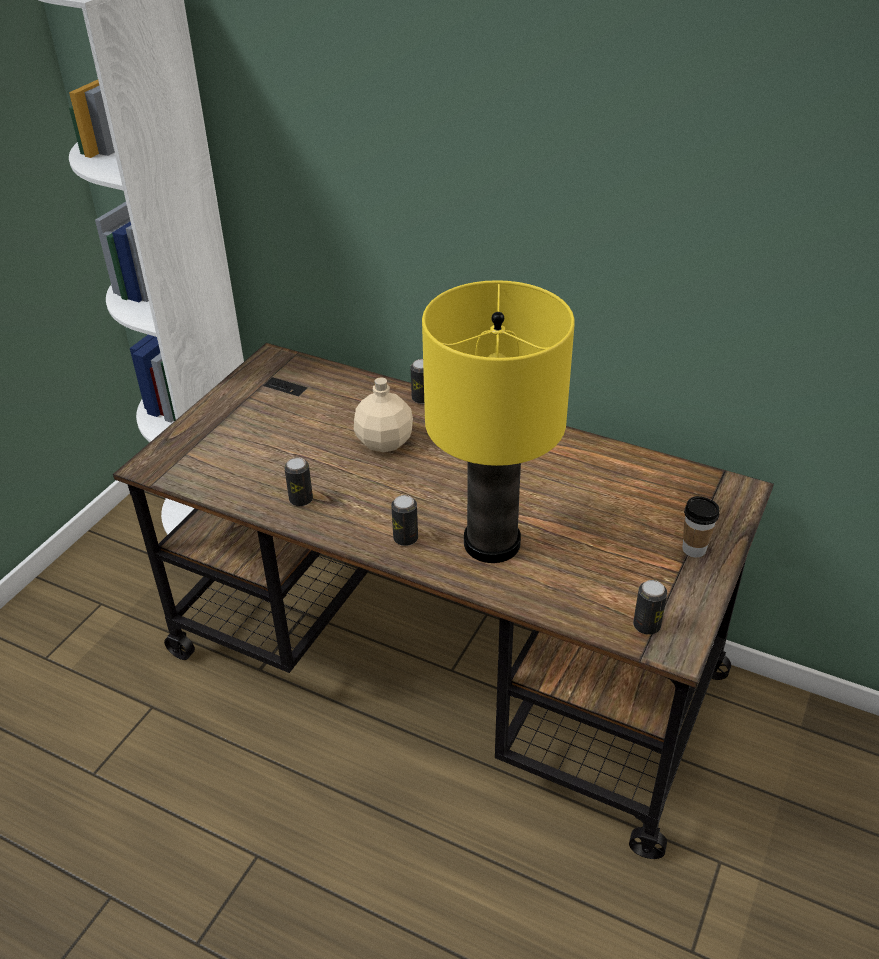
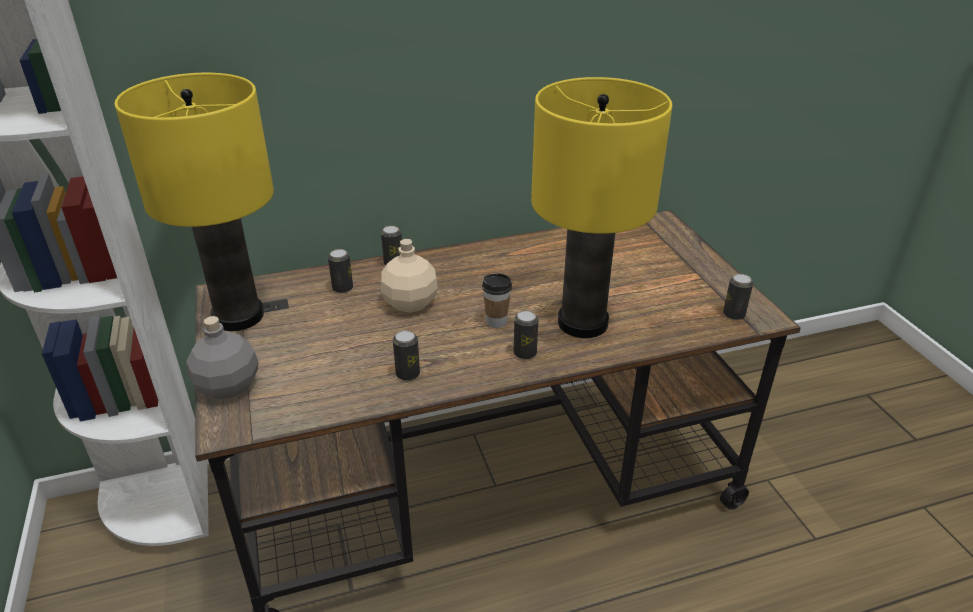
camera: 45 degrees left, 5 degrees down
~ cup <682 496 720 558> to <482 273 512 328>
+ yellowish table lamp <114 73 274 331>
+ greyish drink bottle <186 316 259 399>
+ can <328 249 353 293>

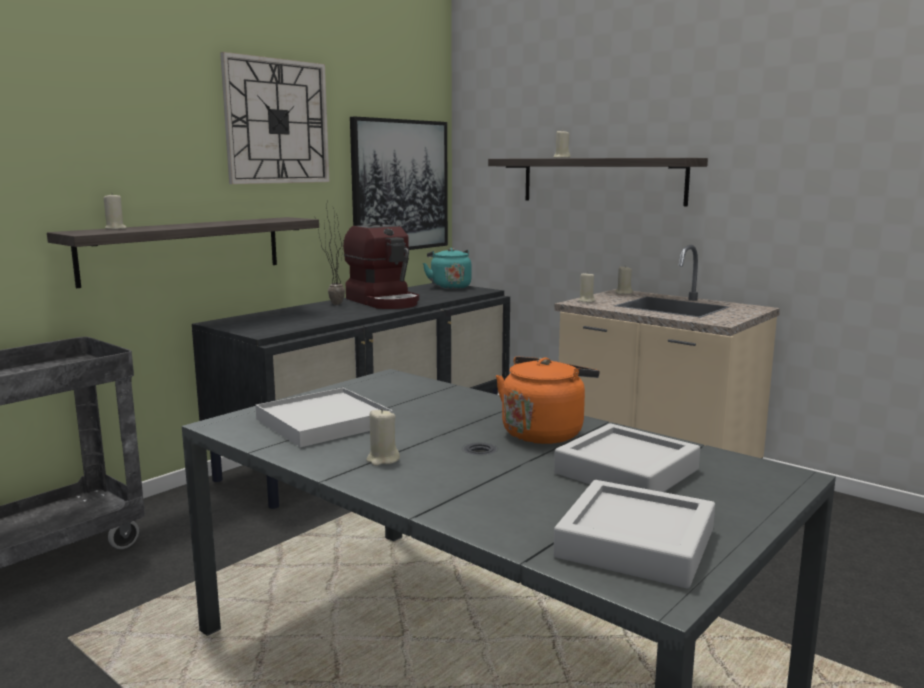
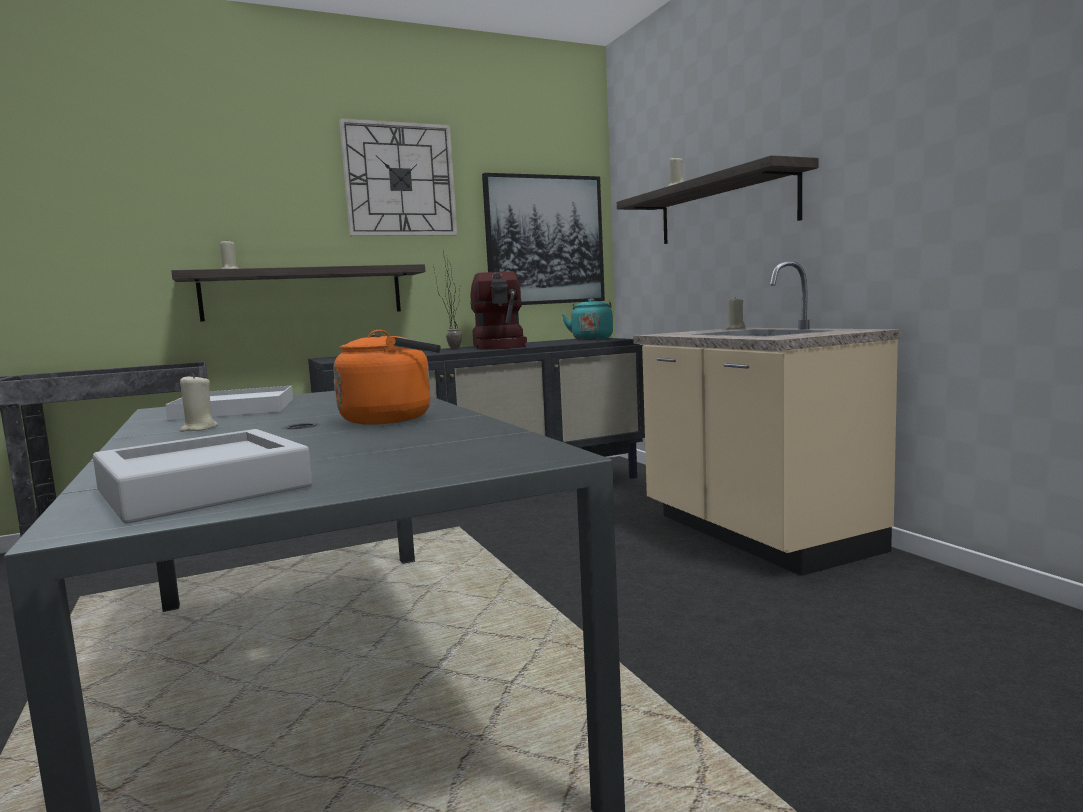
camera: 25 degrees right, 5 degrees down
- greyish carrying tray <554 423 700 492>
- beige-coloured wax candle <578 271 595 303>

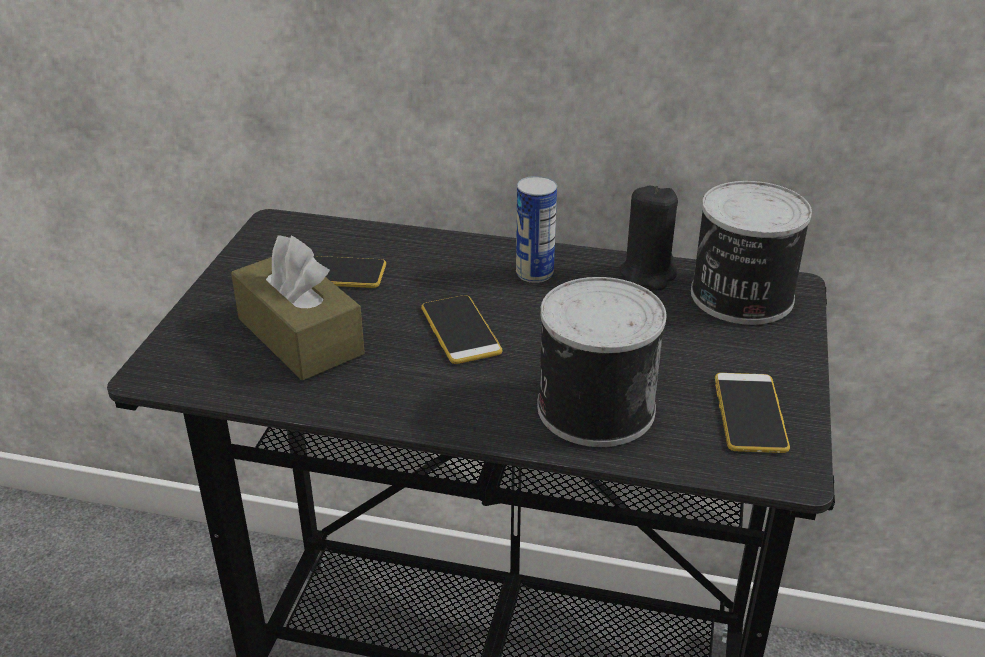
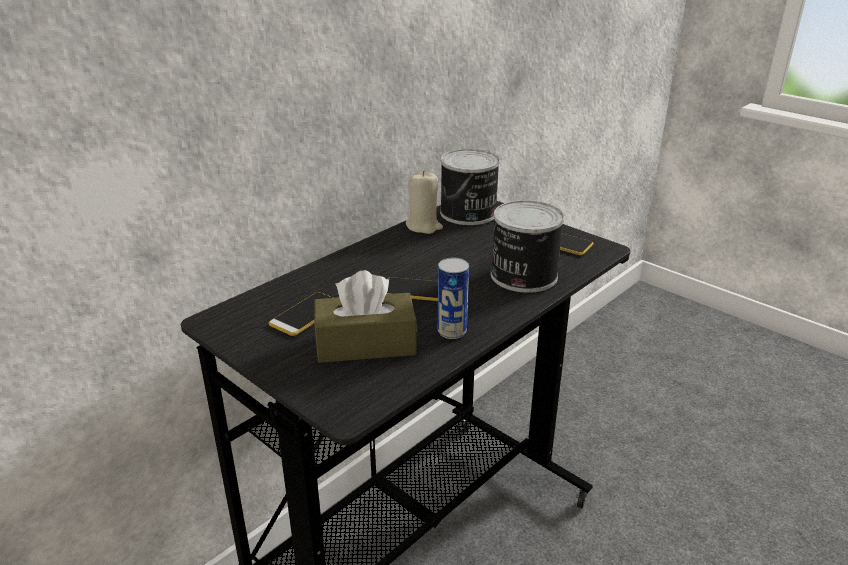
camera: 60 degrees left, 5 degrees down
~ can <516 176 557 283> to <438 258 469 339>
~ blackish wax candle <620 185 678 290> to beige-coloured wax candle <406 171 443 234>

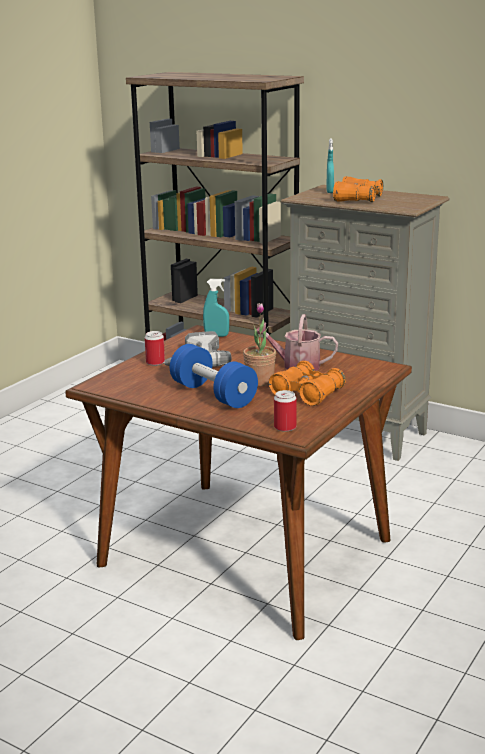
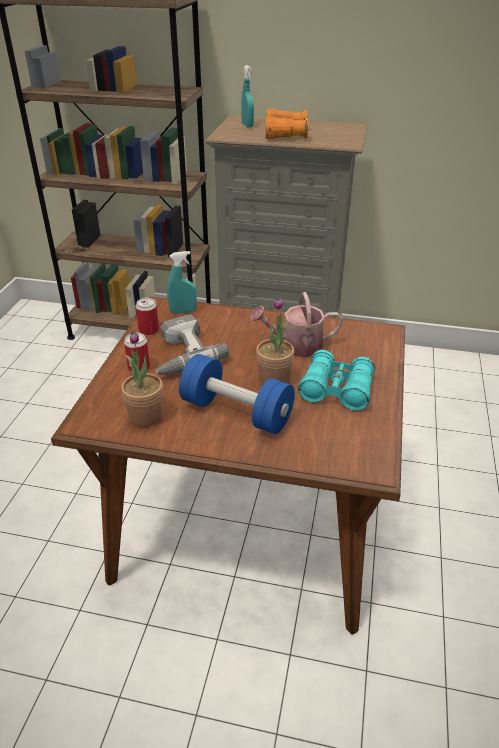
camera: 20 degrees left, 15 degrees up
~ orange-coloured binoculars <269 361 346 406> to turquoise binoculars <298 350 375 411>
~ can <274 390 297 432> to <136 298 159 335>
+ plant in a pot <121 331 163 427>

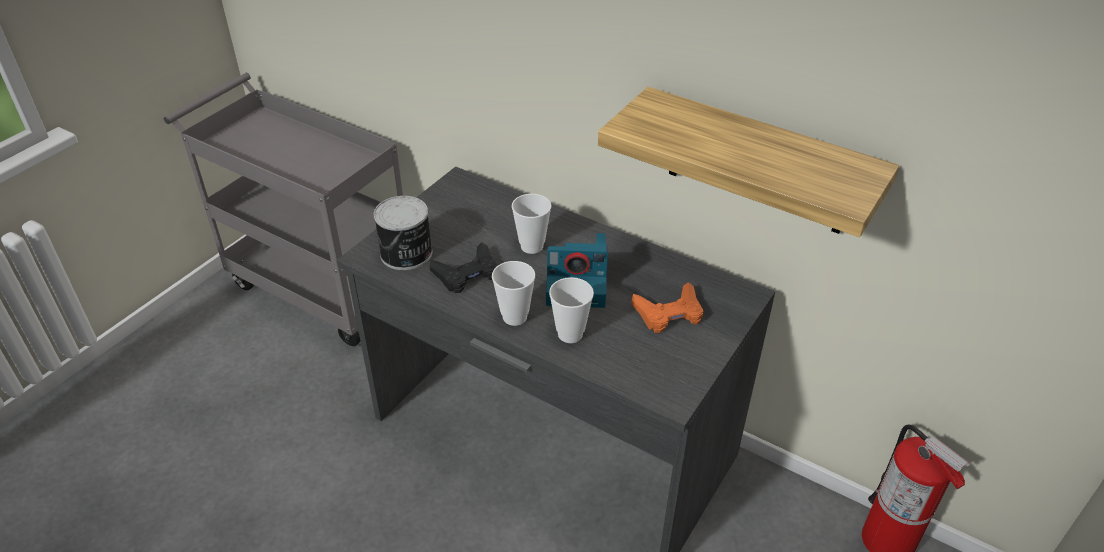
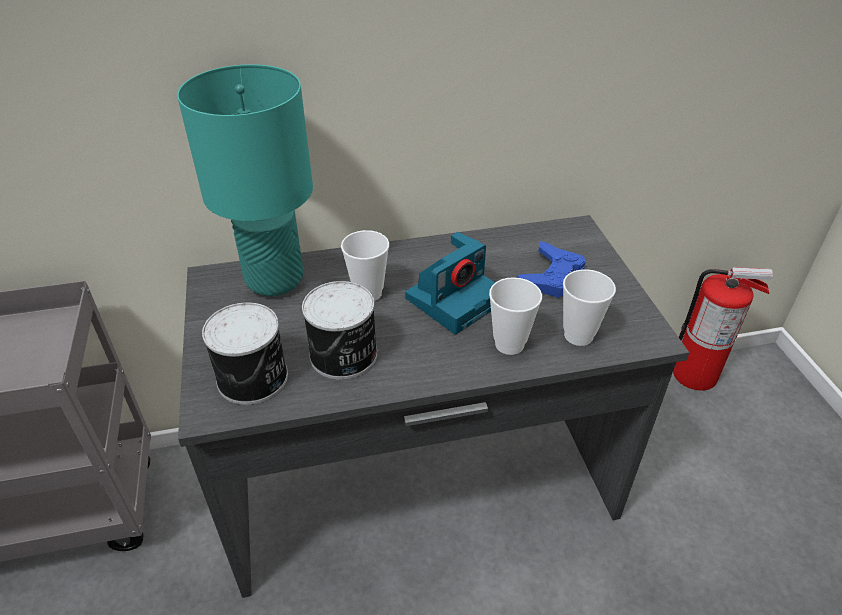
camera: 45 degrees left, 0 degrees up
~ blackish gamepad <430 242 498 293> to can <302 281 377 380>
~ cup <492 261 535 326> to <563 269 616 346>
- shelf <598 87 900 237>
~ orange-coloured gamepad <631 282 703 333> to blue-coloured gamepad <517 241 585 298>
+ turquoise table lamp <177 64 313 296>

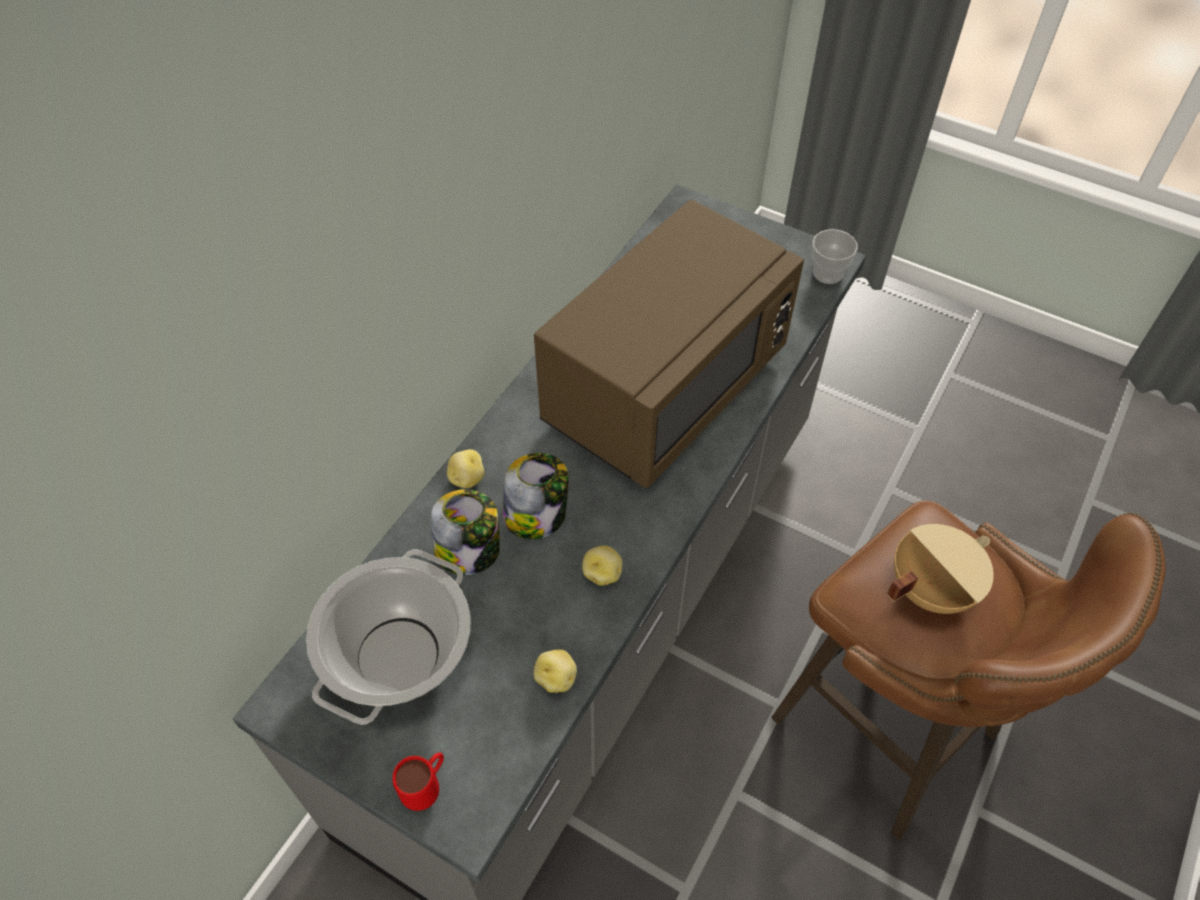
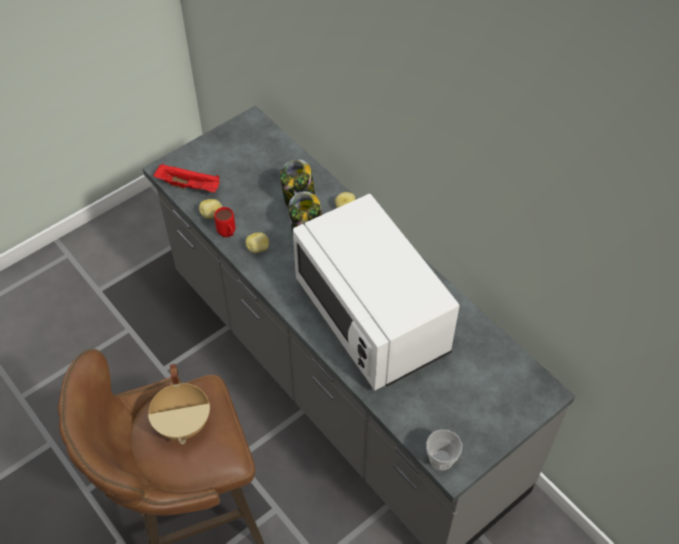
camera: 110 degrees right, 0 degrees up
- cooking pot <306 549 471 725>
~ red tea mug <392 753 444 811> to <214 207 236 237>
~ brown-coloured kitchen microwave <534 200 804 488> to white-coloured kitchen microwave <293 194 459 391>
+ red carrying tray <154 164 220 193>

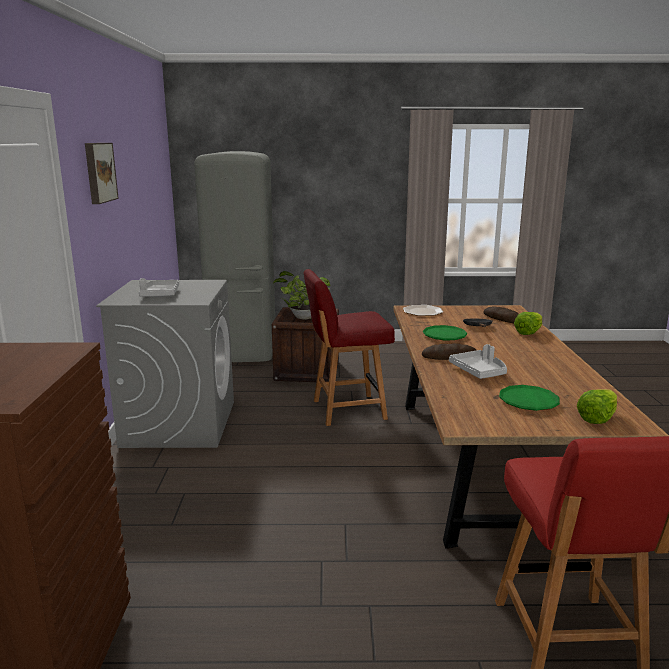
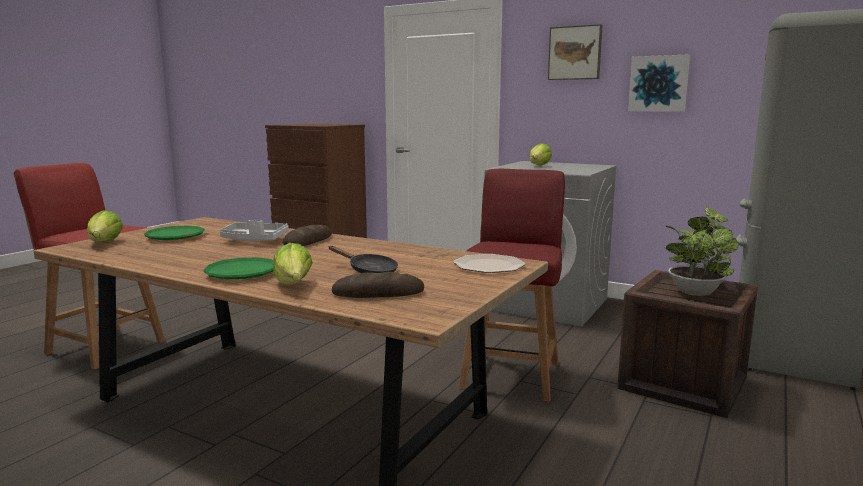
camera: 120 degrees right, 5 degrees down
~ greyish carrying tray <139 278 179 297> to lettuce <529 143 552 165>
~ green-coloured flat dish <423 325 468 341> to <203 257 274 279>
+ picture <628 54 690 112>

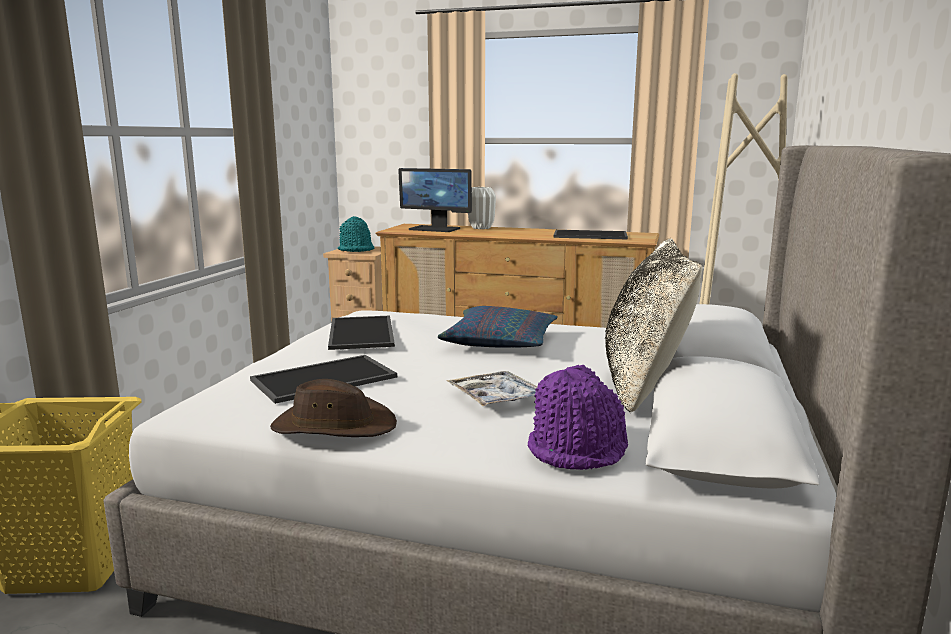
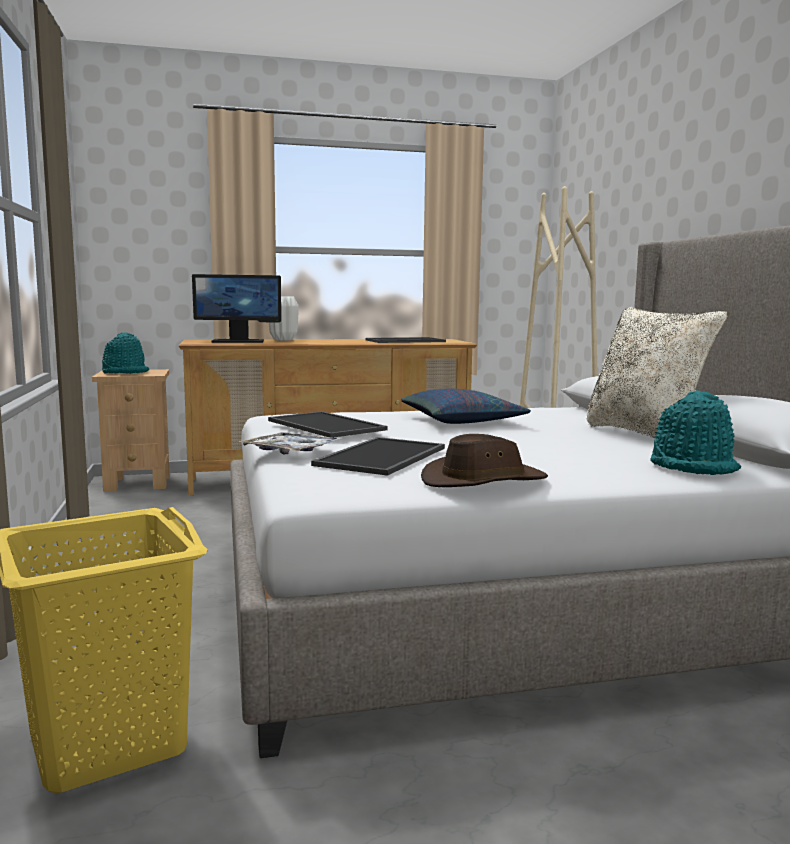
camera: 30 degrees left, 5 degrees down
~ carrying tray <447 371 538 406> to <238 432 343 455>
~ purple wearable hat <528 365 628 470> to turquoise wearable hat <650 390 741 475>

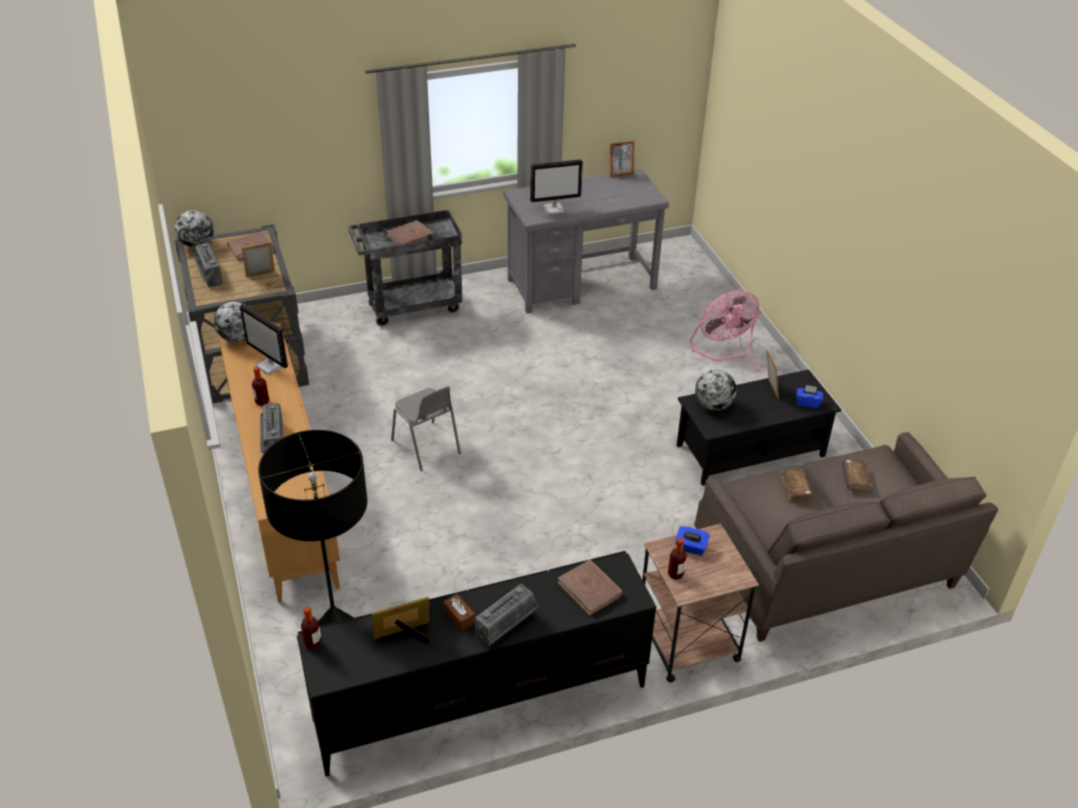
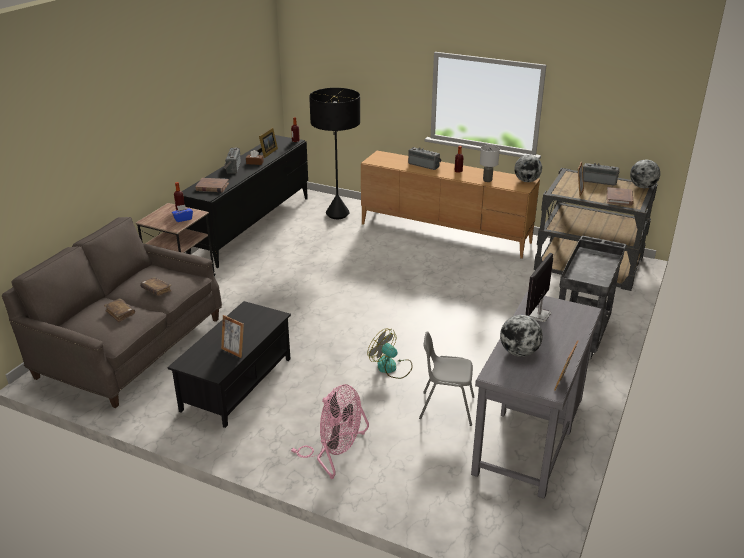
camera: 135 degrees right, 10 degrees down
~ monitor <240 304 288 375> to white-coloured table lamp <480 145 500 182>
- brown-coloured bound book <387 220 433 245>
~ greyish chair <391 386 461 471> to <419 331 474 426>
~ world globe <695 370 736 411> to <500 315 543 357>
- blue-coloured tissue box <796 385 823 408>
+ electric fan <367 329 412 379>

